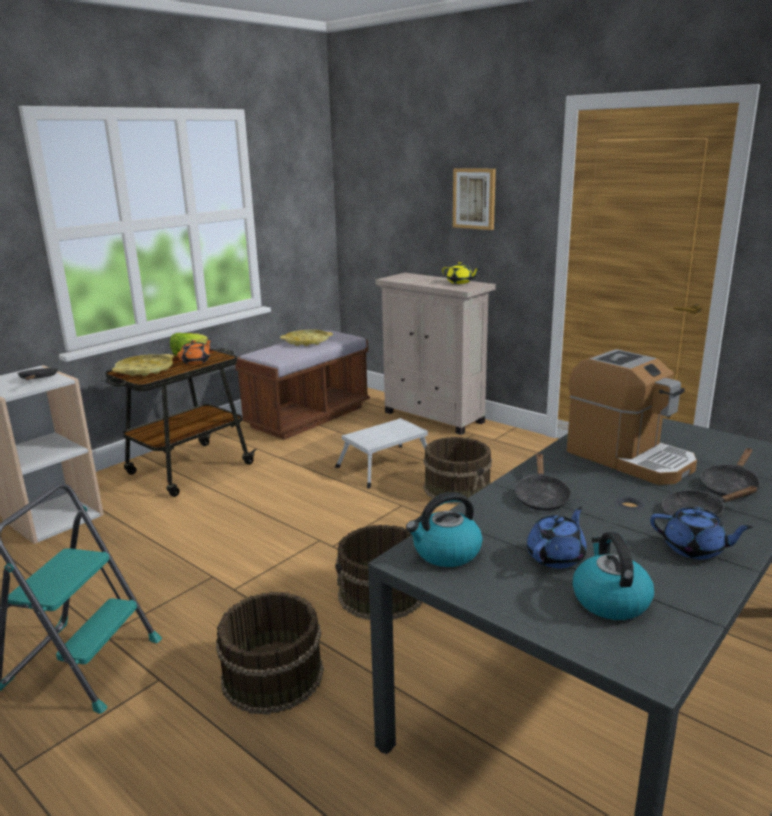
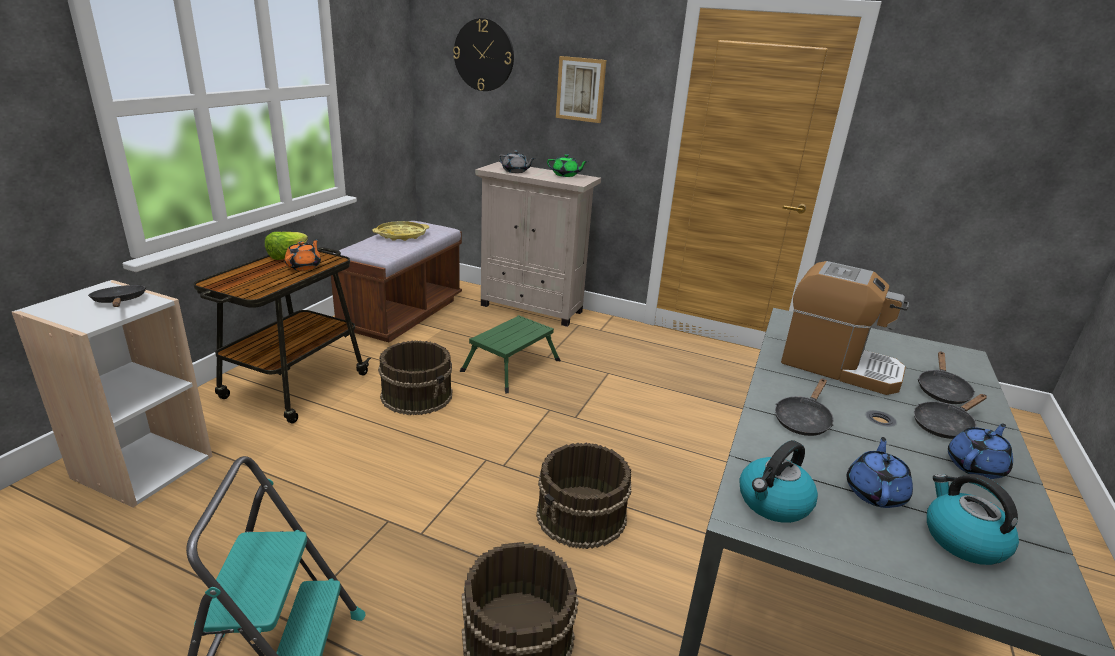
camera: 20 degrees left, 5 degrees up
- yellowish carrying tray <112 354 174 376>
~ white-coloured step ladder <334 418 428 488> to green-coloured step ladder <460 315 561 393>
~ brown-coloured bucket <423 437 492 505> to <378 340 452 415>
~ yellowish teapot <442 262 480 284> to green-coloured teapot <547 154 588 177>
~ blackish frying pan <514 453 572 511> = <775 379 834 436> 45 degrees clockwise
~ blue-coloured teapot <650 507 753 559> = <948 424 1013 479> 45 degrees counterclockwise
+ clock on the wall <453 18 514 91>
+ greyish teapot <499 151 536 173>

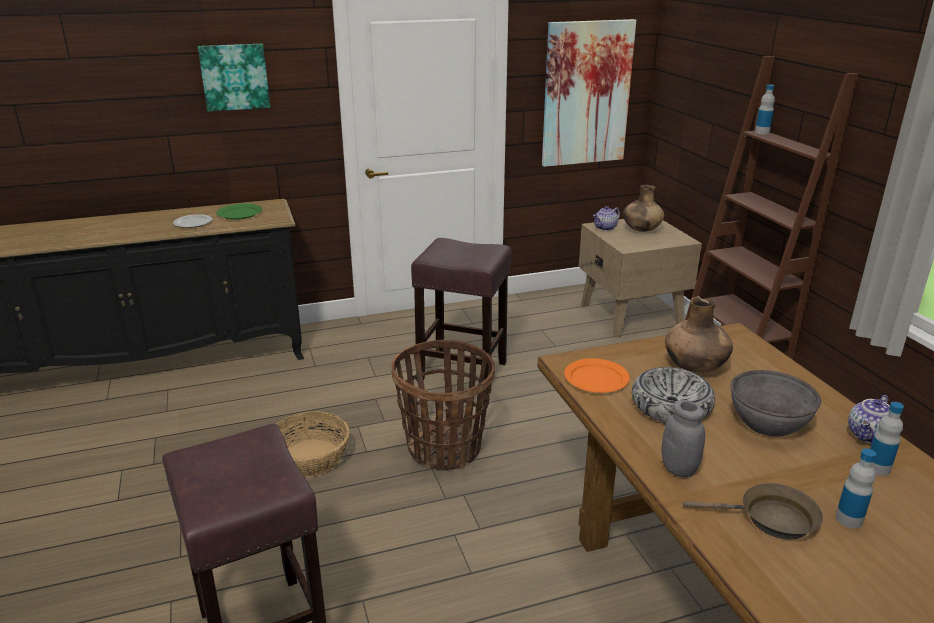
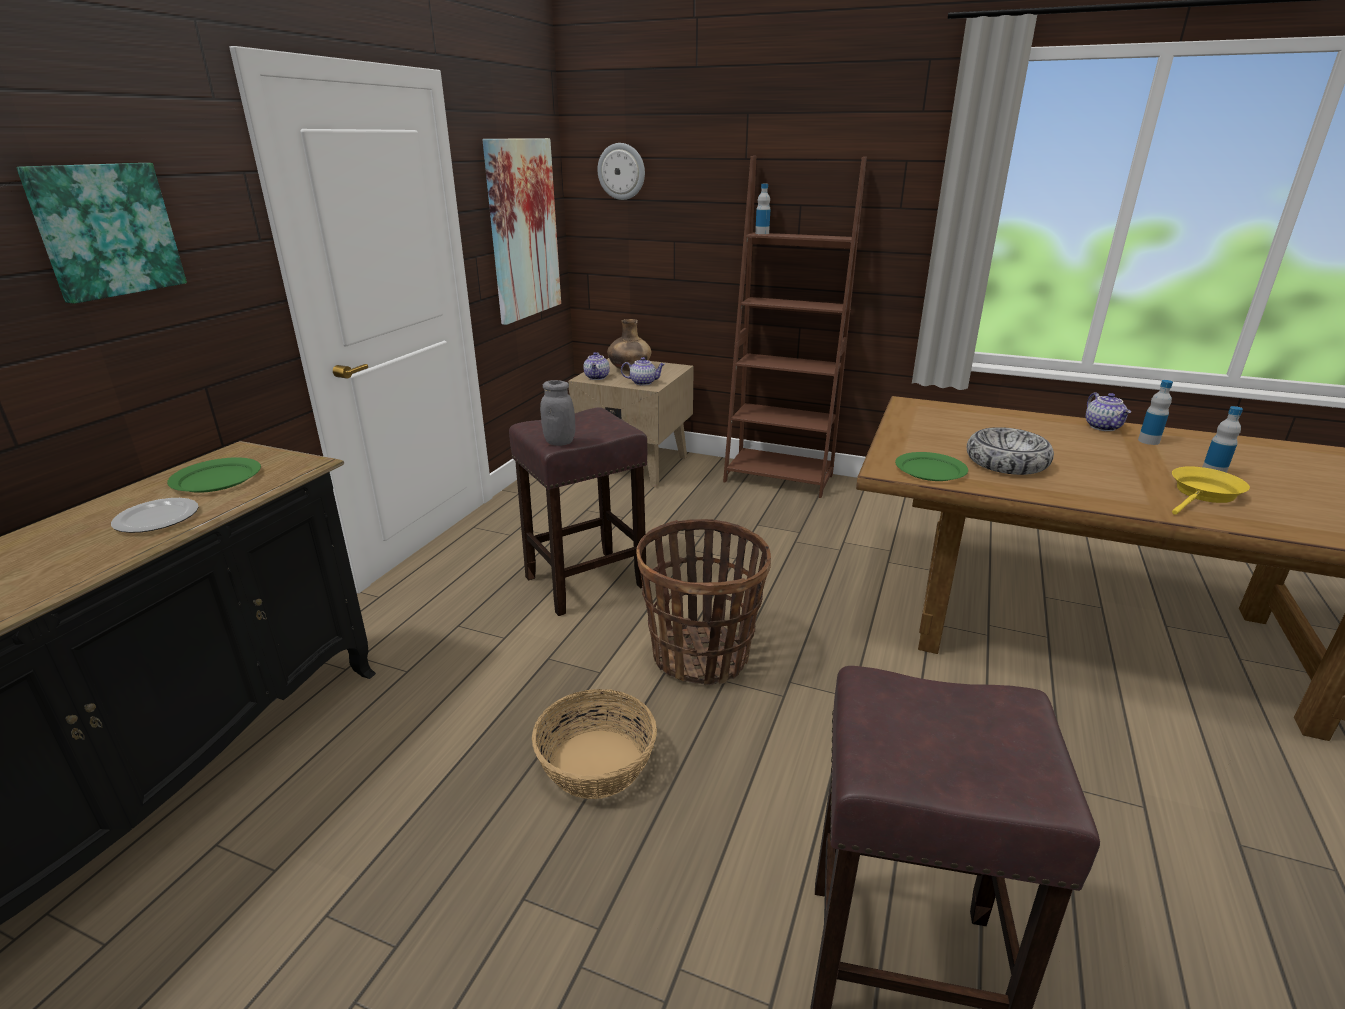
camera: 50 degrees left, 0 degrees up
~ orange-coloured flat dish <564 359 630 393> to green-coloured flat dish <895 452 968 481>
~ greyish jar <661 400 705 477> to <540 380 575 446>
- brown-coloured decorative vase <665 296 733 373>
~ brown-coloured frying pan <683 483 823 540> to yellowish frying pan <1172 466 1250 515>
- greyish serving bowl <730 370 821 437>
+ clock on the wall <597 143 645 200>
+ teapot <621 357 665 386>

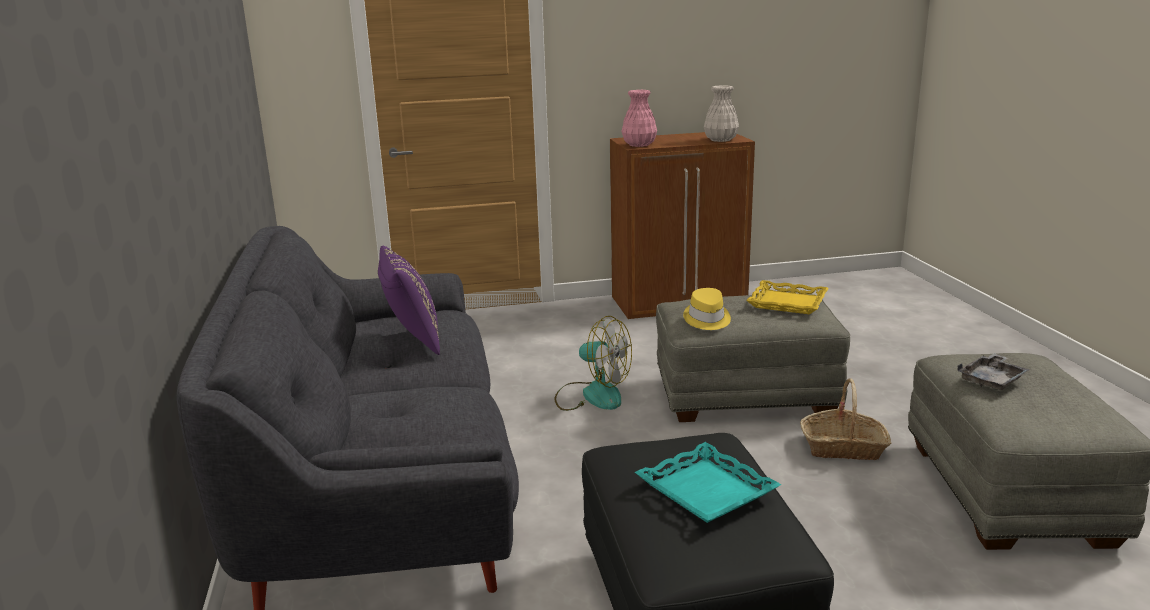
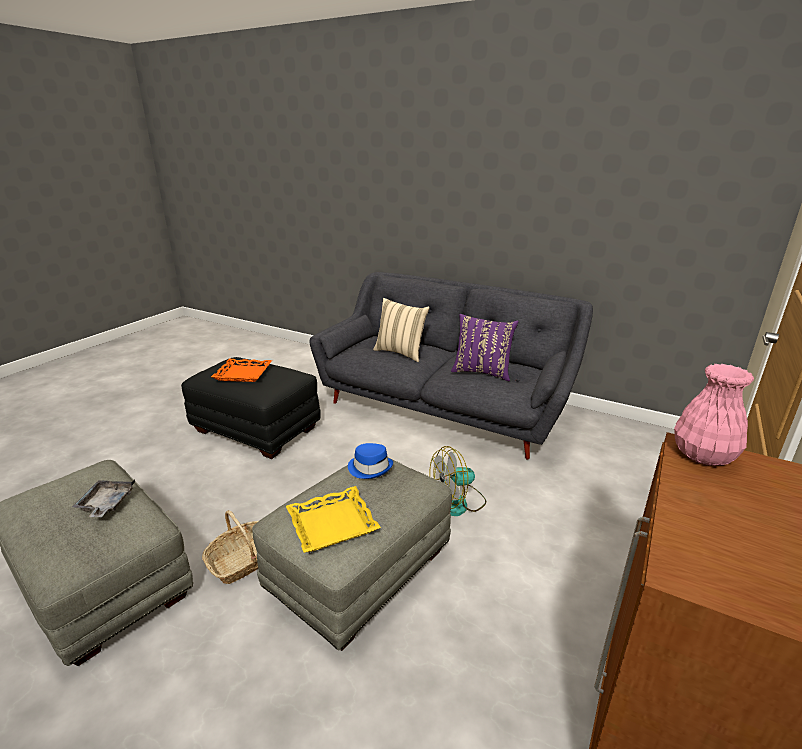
camera: 130 degrees right, 5 degrees up
~ turquoise carrying tray <635 442 781 523> to orange-coloured carrying tray <211 359 272 382>
~ yellowish wearable hat <683 288 731 330> to blue-coloured wearable hat <348 443 393 479>
- white-coloured decorative vase <704 85 739 142>
+ beige-coloured cushion <373 298 430 362>

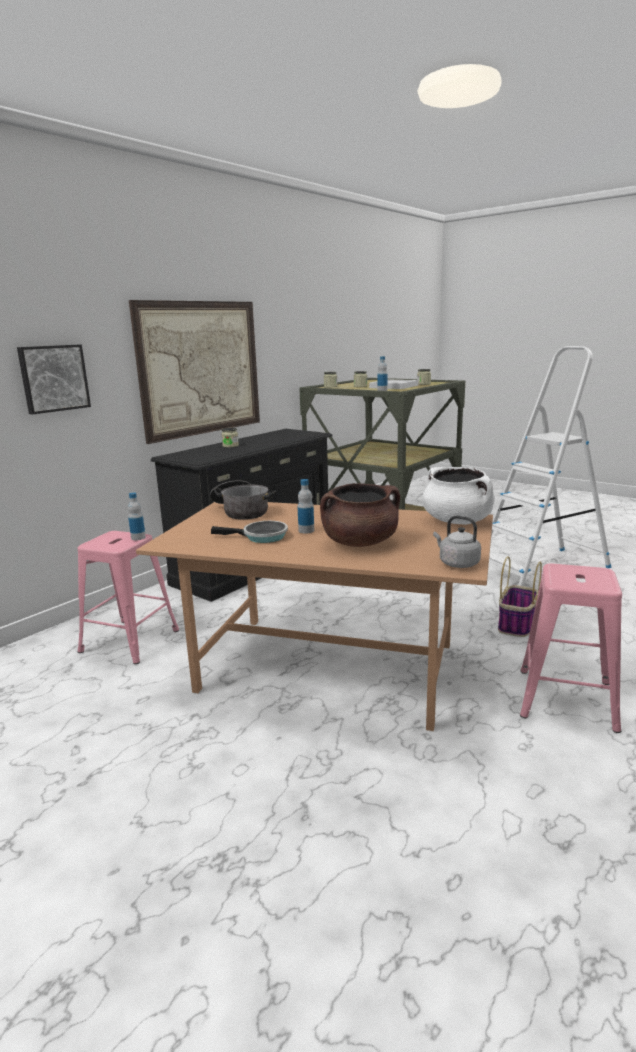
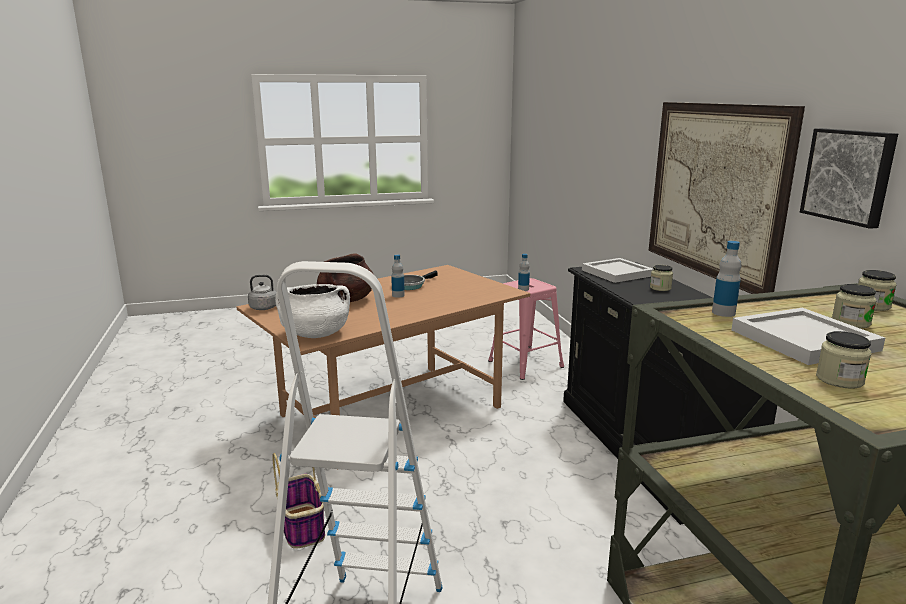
camera: 125 degrees right, 0 degrees up
~ picture <17 345 91 414> to <800 128 898 229>
- cooking pot <210 480 276 520>
- pink-coloured sitting stool <520 564 622 733>
+ white-coloured carrying tray <582 258 653 283>

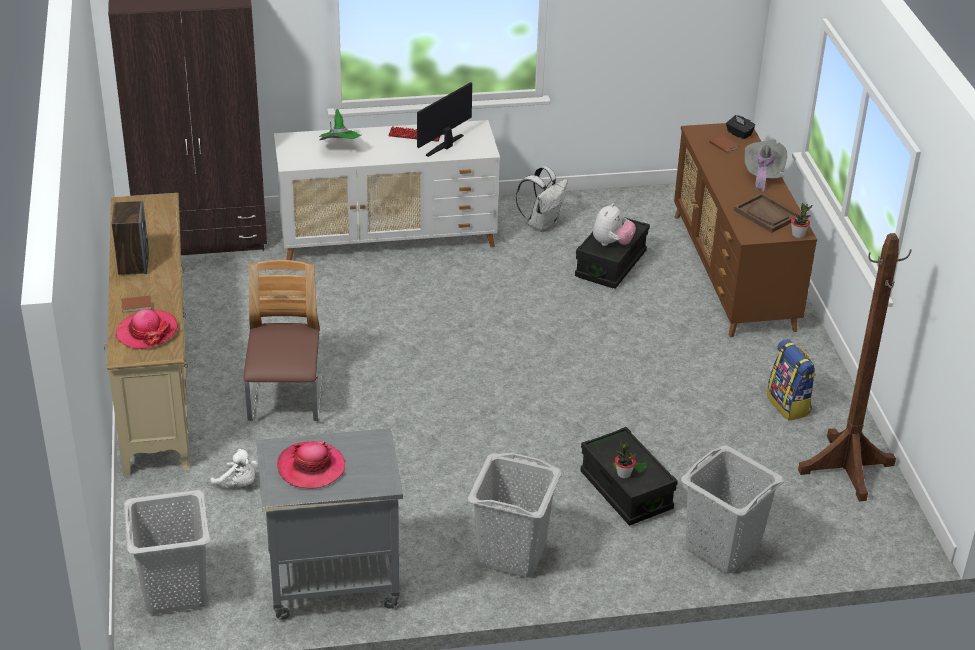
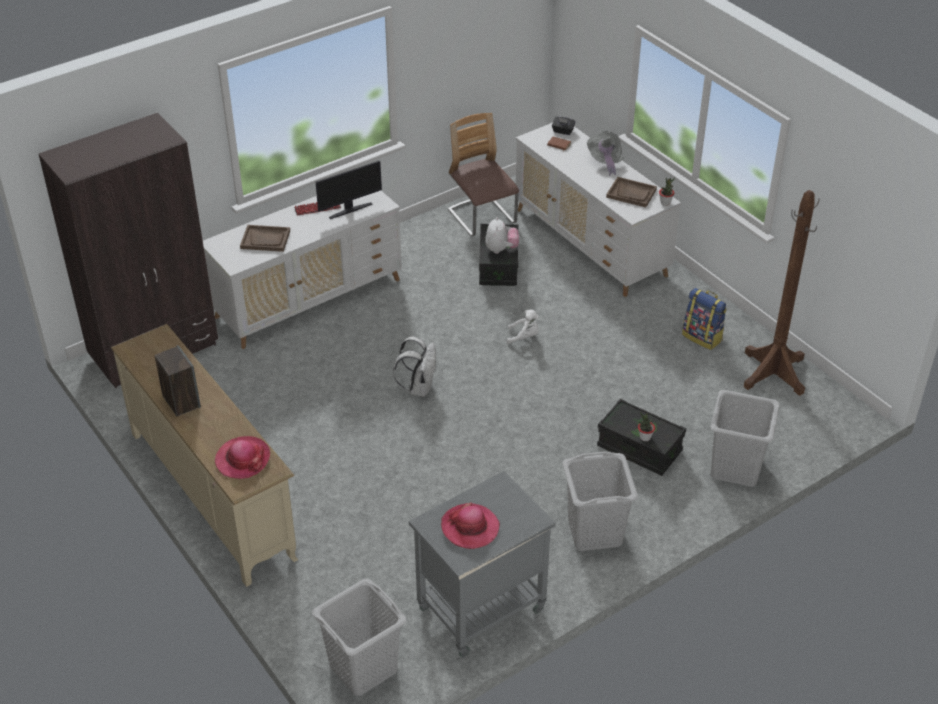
camera: 25 degrees left, 5 degrees up
- brown-coloured bound book <121 295 152 313>
~ white-coloured plush toy <211 449 258 486> to <507 309 539 344>
~ chair <244 260 322 421> to <448 113 519 236>
~ green-coloured wearable hat <319 109 361 140> to brown-coloured carrying tray <240 225 290 252>
~ monitor <417 82 472 157> = <316 160 382 219> 135 degrees counterclockwise
~ white-coloured knapsack <516 166 568 232> to <393 336 436 397>
~ brown-coloured dresser <674 123 817 338> to white-coloured dresser <516 123 681 297>

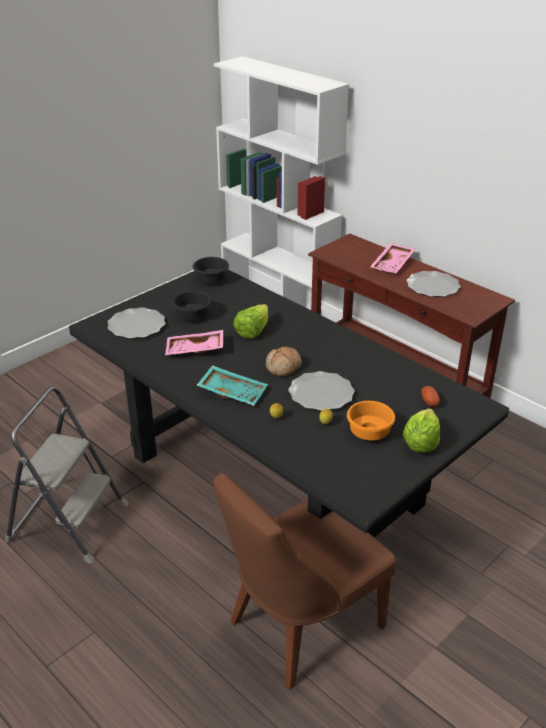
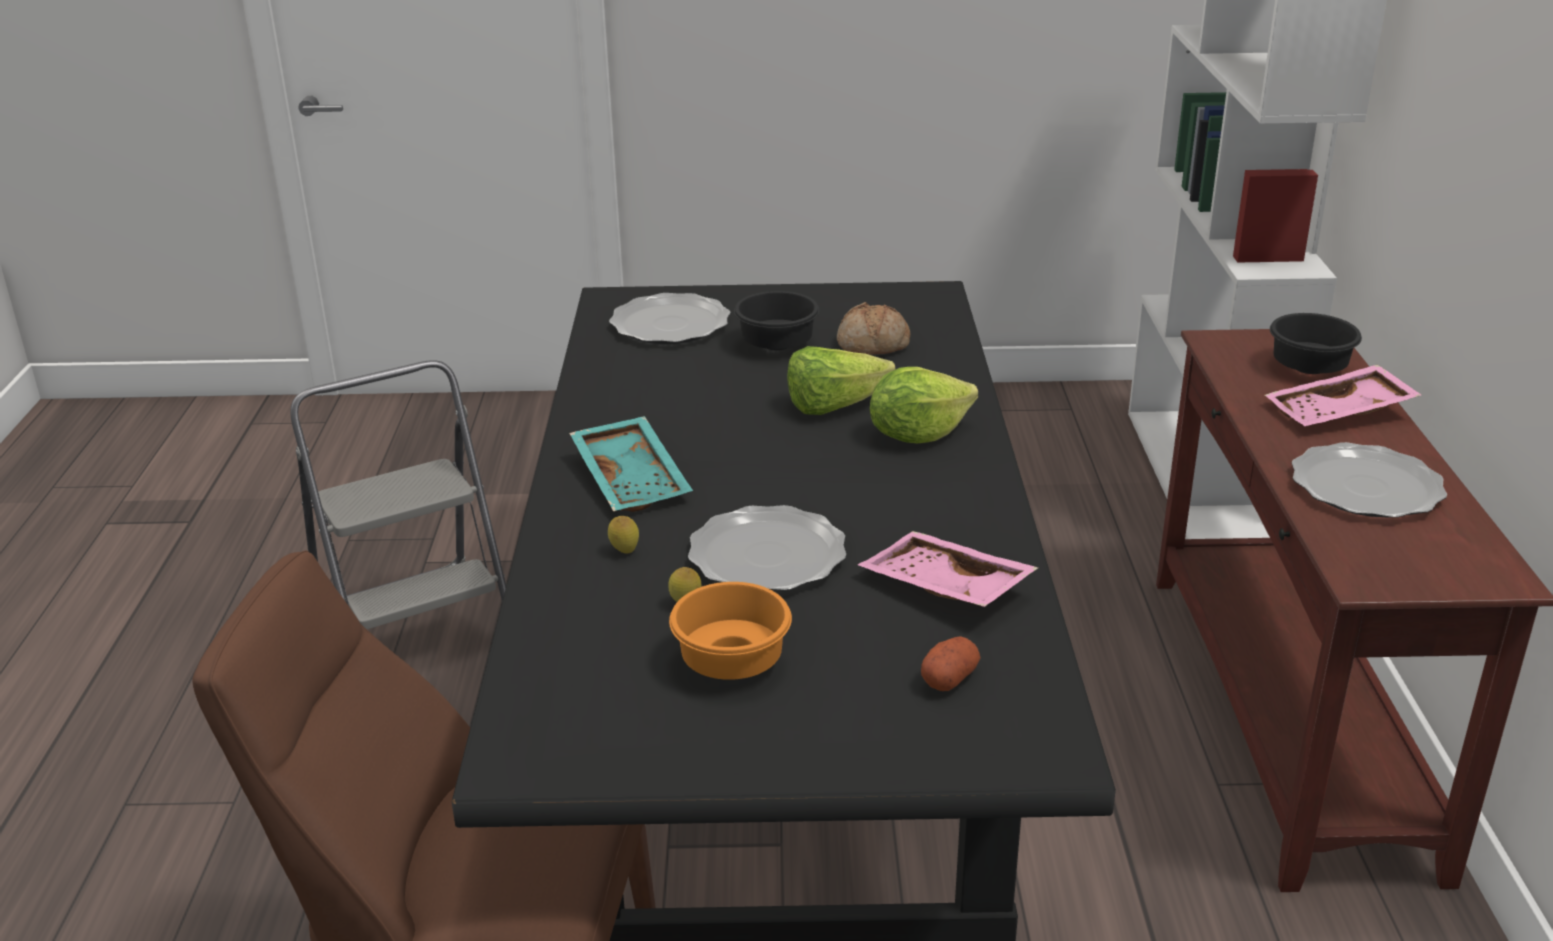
camera: 45 degrees right, 5 degrees down
~ pink-coloured carrying tray <165 330 223 355> to <858 531 1038 607>
~ blackish serving bowl <193 257 229 283> to <1270 313 1362 374>
~ baked bread <266 347 302 377> to <837 302 910 355>
~ lettuce <403 408 440 453> to <870 367 978 443>

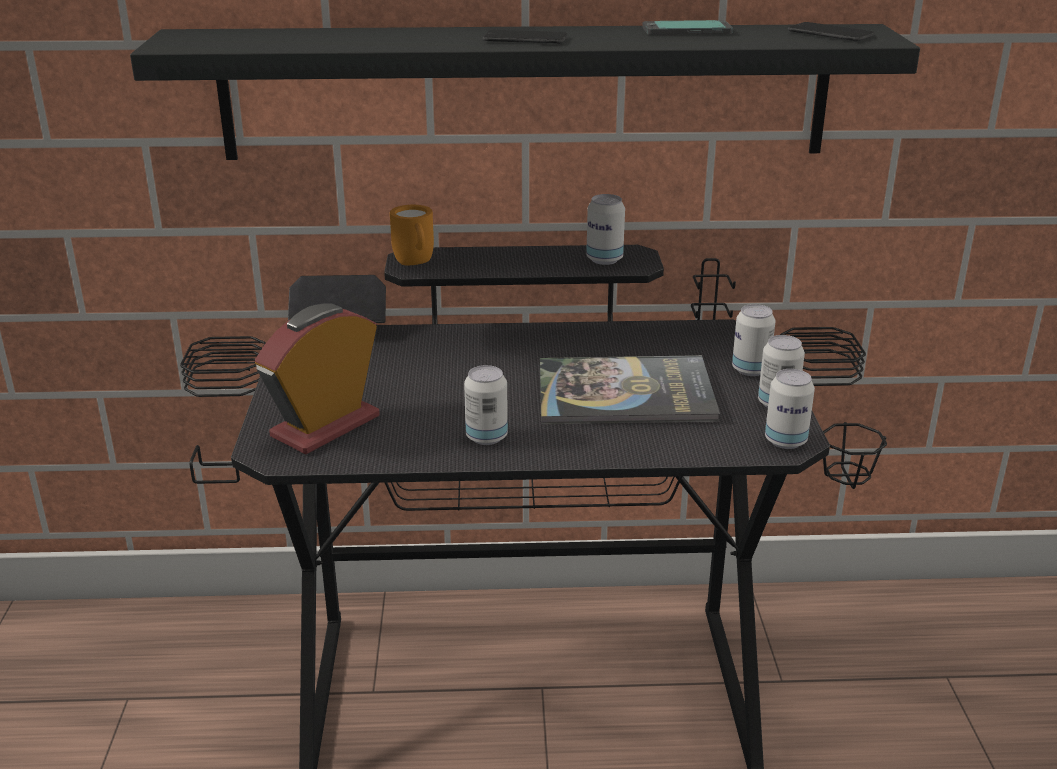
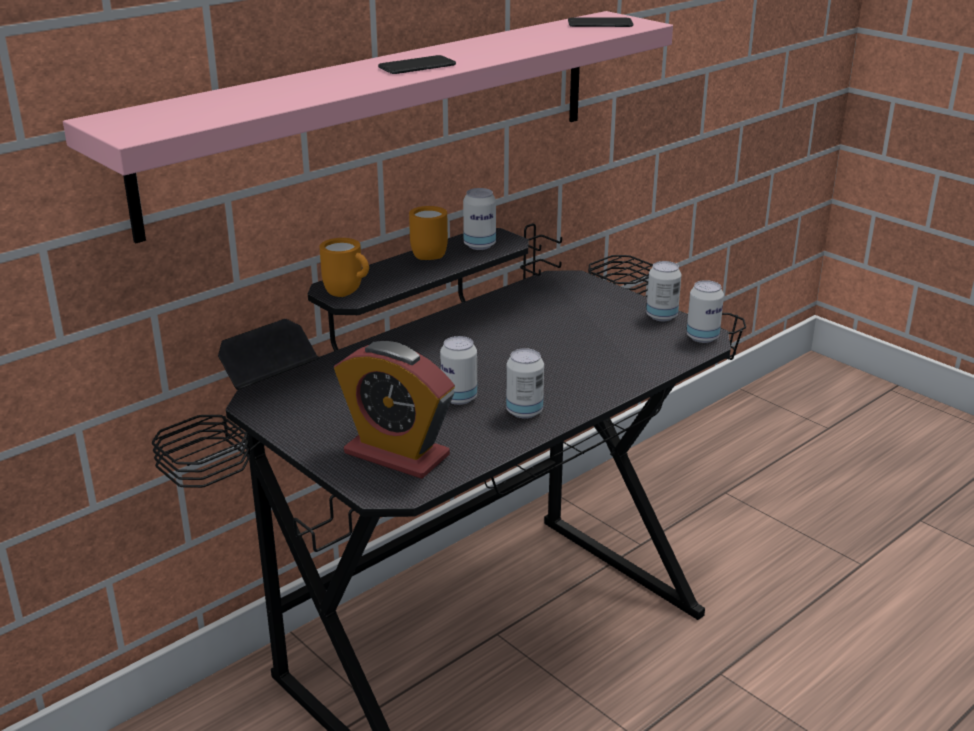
camera: 40 degrees left, 0 degrees up
~ blackish shelf <130 24 920 160> to pink-coloured shelf <63 11 673 243>
~ bedside clock <255 304 380 454> = <334 341 455 479> 60 degrees counterclockwise
- bound book <540 355 720 424>
- phone <642 20 733 35>
~ can <732 304 776 376> to <440 336 477 405>
+ orange-coloured tea mug <409 206 448 260>

